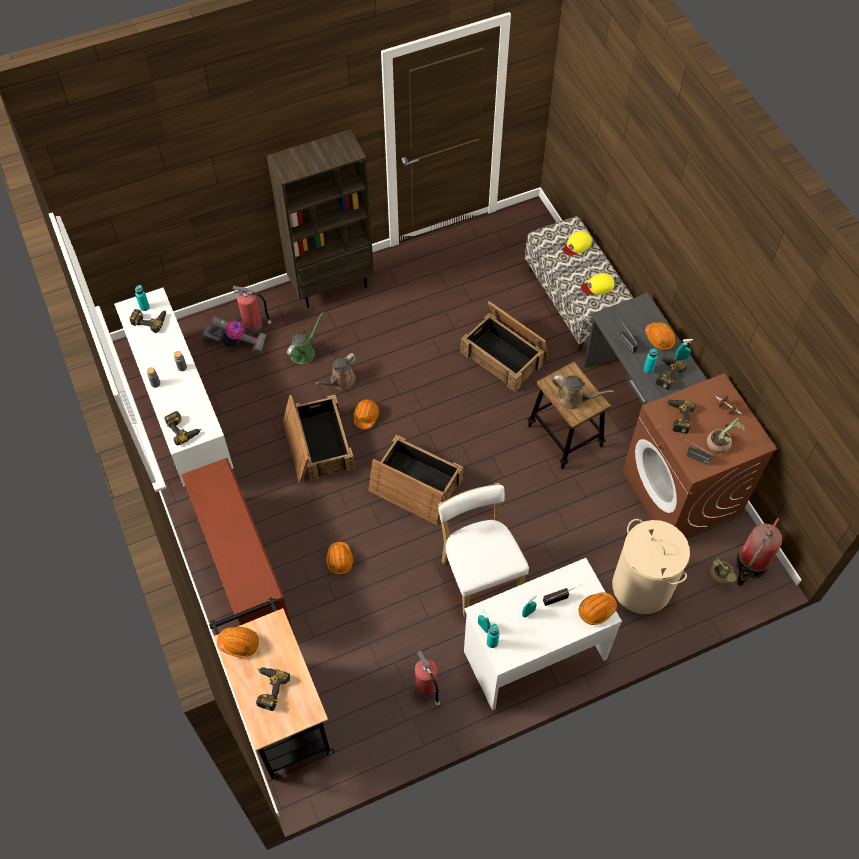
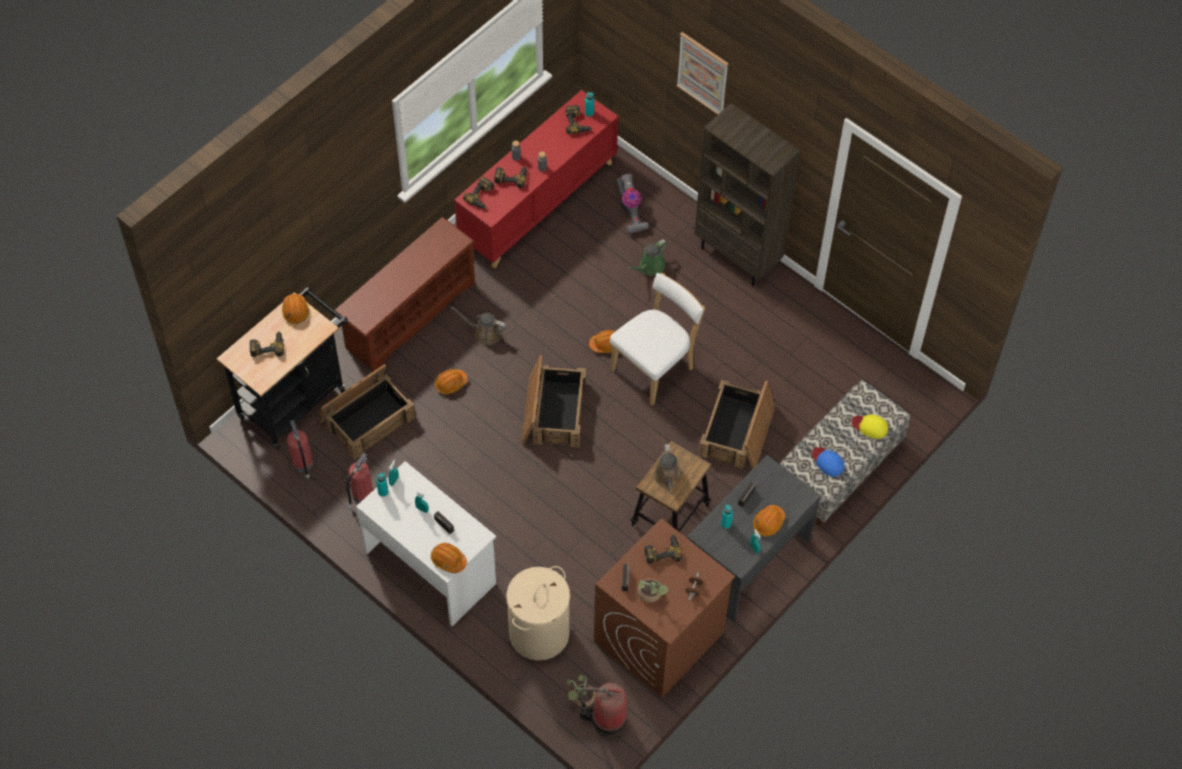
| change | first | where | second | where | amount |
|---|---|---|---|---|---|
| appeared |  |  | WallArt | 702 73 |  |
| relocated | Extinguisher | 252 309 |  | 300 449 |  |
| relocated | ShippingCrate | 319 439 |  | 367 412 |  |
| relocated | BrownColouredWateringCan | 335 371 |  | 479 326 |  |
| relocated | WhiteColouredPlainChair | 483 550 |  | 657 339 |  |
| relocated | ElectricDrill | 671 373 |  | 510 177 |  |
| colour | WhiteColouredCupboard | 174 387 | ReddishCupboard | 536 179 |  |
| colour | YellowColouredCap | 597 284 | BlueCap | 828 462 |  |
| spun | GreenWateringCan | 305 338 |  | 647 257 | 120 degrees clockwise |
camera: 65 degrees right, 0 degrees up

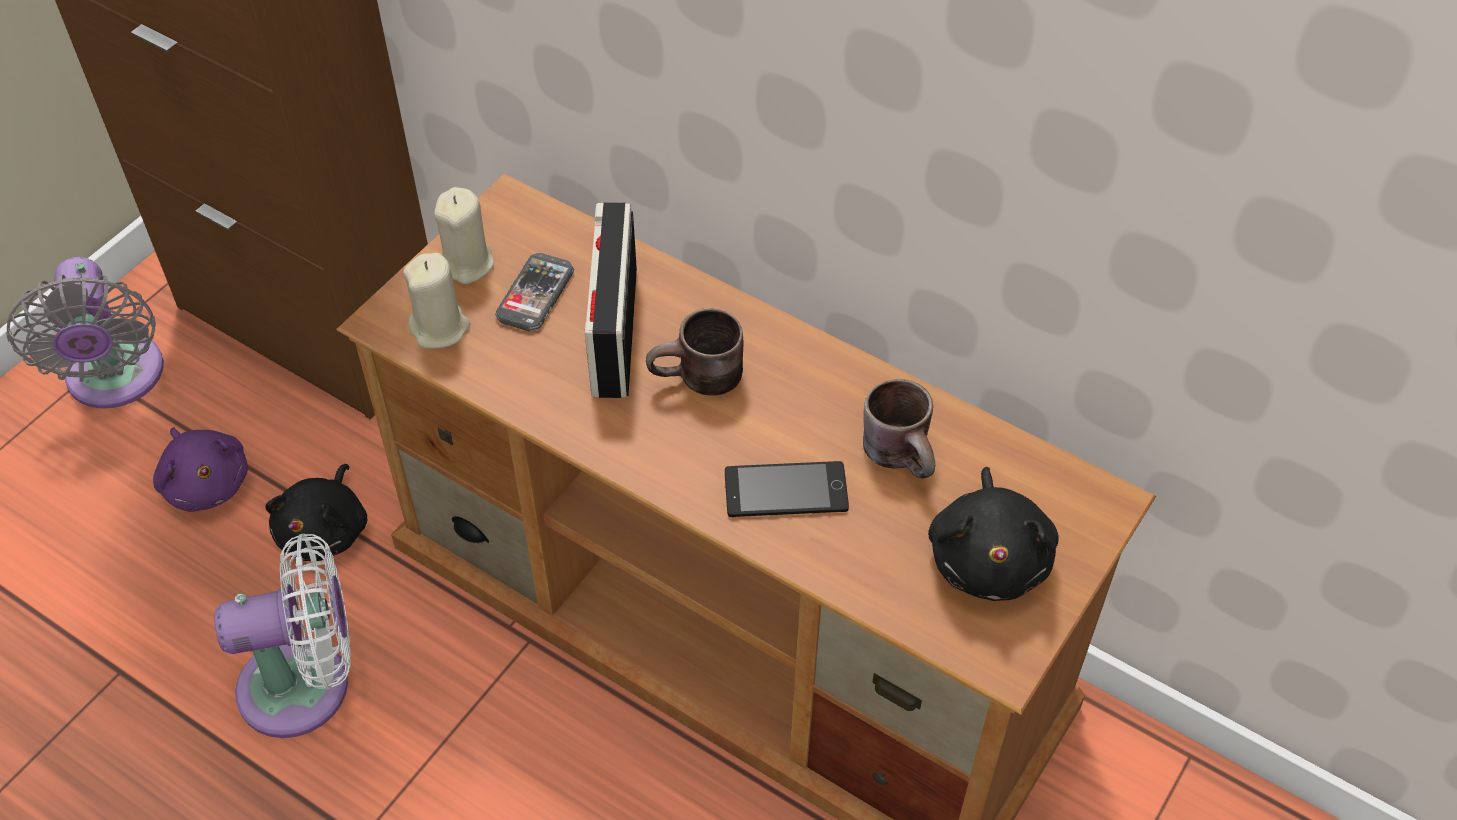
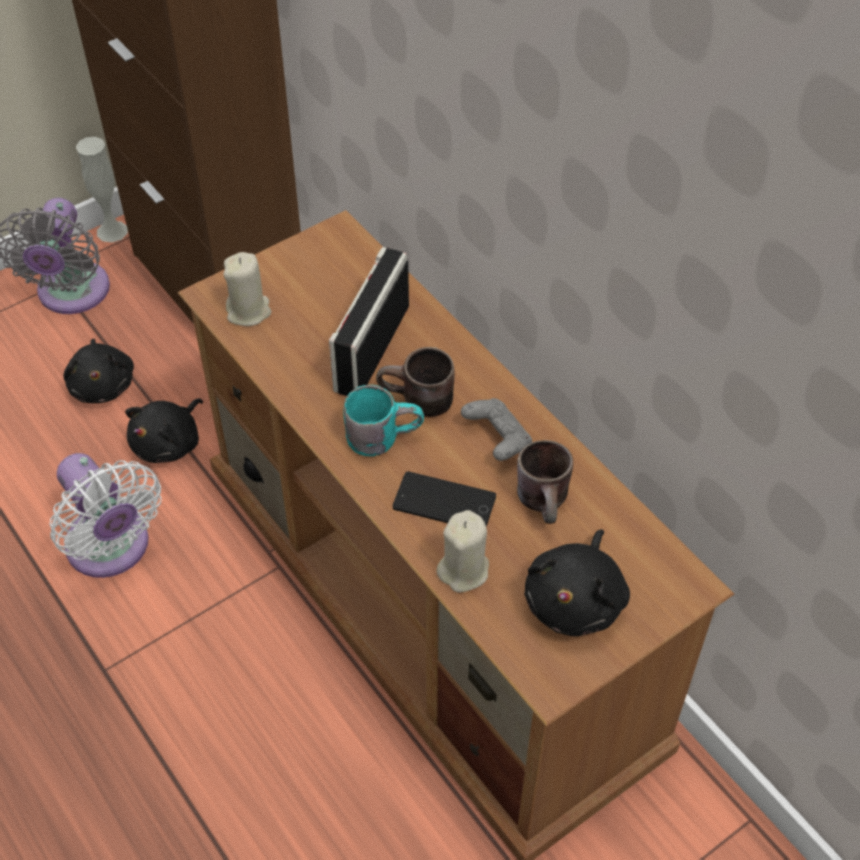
| change | first | where | second | where | amount |
|---|---|---|---|---|---|
| missing | Handset | 534 292 |  |  |  |
| appeared |  |  | WhiteColouredFlowerVase | 102 189 |  |
| appeared |  |  | TurquoiseMug | 383 420 |  |
| appeared |  |  | GrayJoypad | 496 429 |  |
| relocated | BeigeWaxCandle | 464 235 |  | 462 551 |  |
| colour | PurpleColouredPlushToy | 200 469 | BlackPlushToy | 99 371 |  |
| spun | WhiteColouredFan | 282 635 |  | 106 515 | 45 degrees clockwise |
camera: 20 degrees right, 0 degrees up

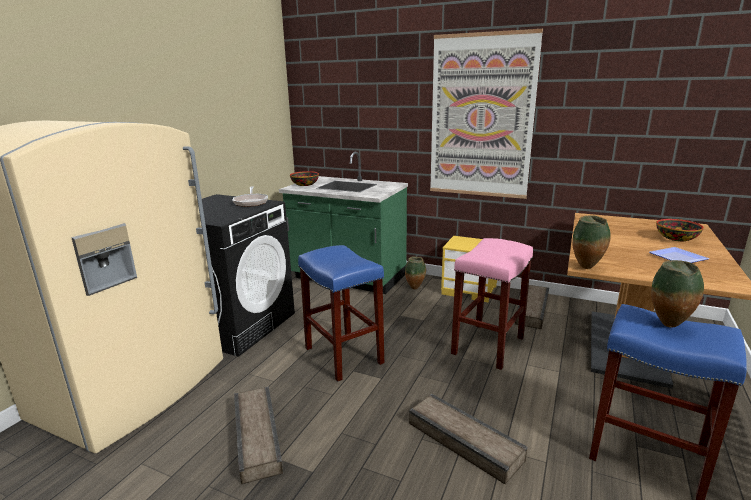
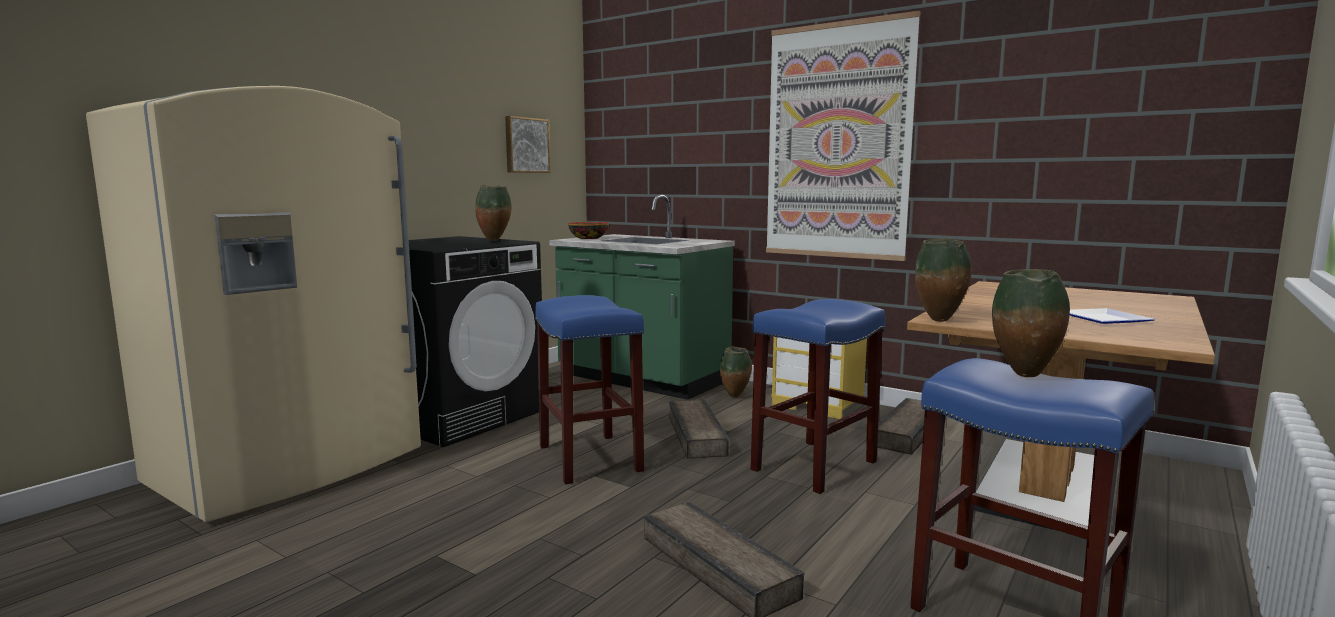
| change | first | where | second | where | amount |
|---|---|---|---|---|---|
| missing | Bowl | 680 230 |  |  |  |
| appeared |  |  | WallArt | 528 144 |  |
| relocated | ShippingCrate | 258 435 |  | 699 429 |  |
| exchanged | FryingPan | 250 196 | FlowerVase | 493 213 |  |
| colour | PinkStool | 492 304 | BlueStool | 818 396 |  |
camera: 10 degrees right, 10 degrees down

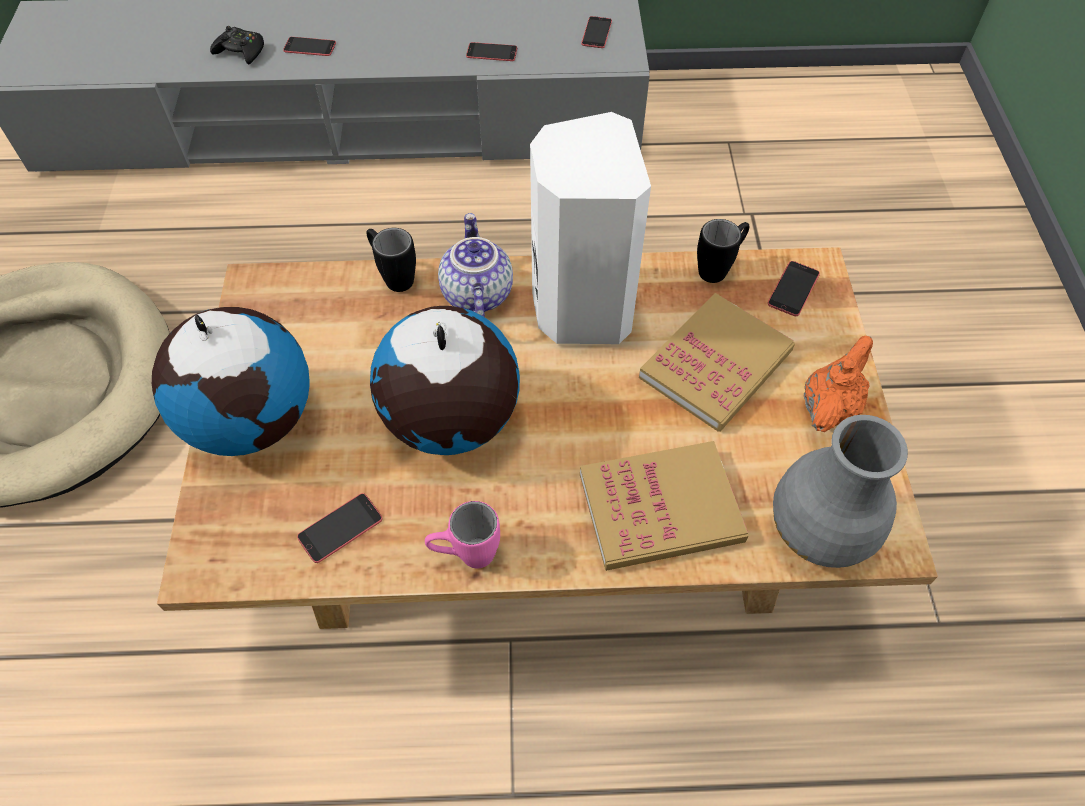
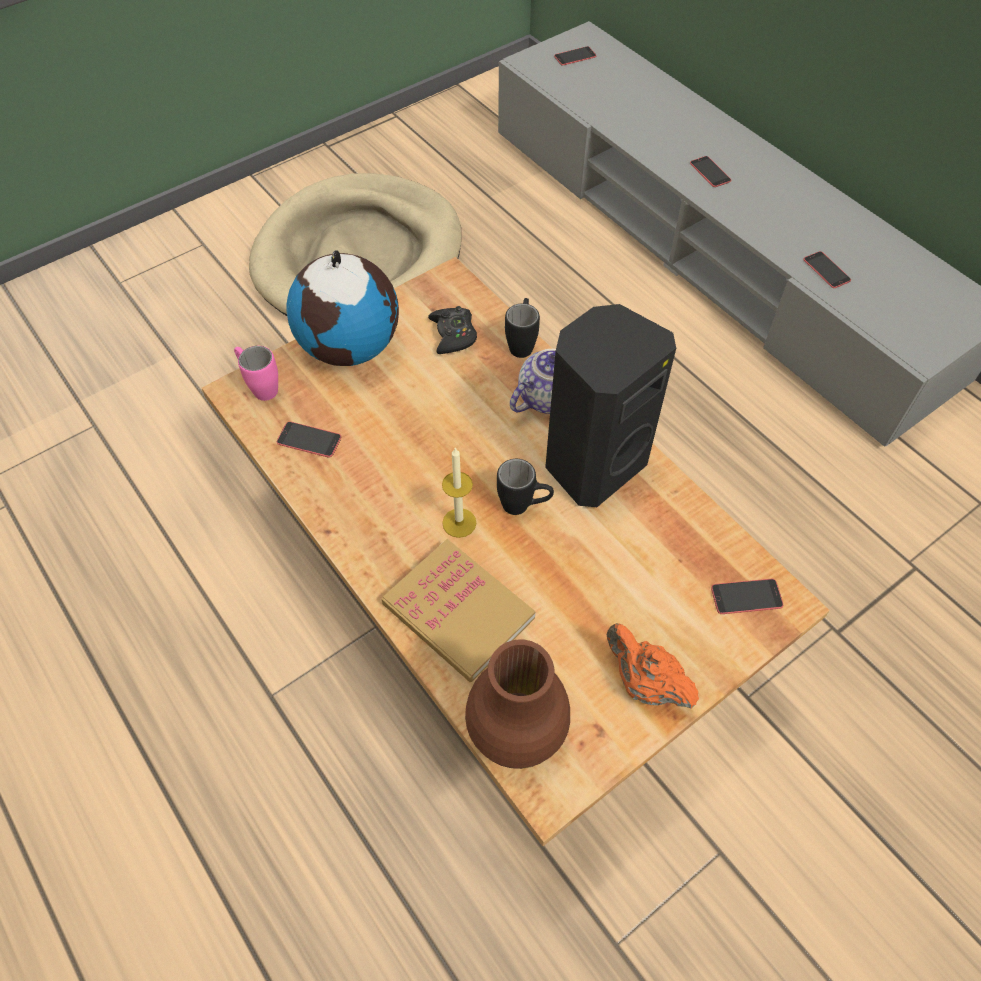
| change | first | where | second | where | amount |
|---|---|---|---|---|---|
| missing | WorldGlobe | 445 380 |  |  |  |
| missing | BoundBook | 717 362 |  |  |  |
| appeared |  |  | WaxCandle | 459 493 |  |
| relocated | BlackJoypad | 237 45 |  | 452 330 |  |
| relocated | PinkMug | 462 535 |  | 256 373 |  |
| relocated | Handset | 596 32 |  | 575 56 |  |
| relocated | BlackMug | 723 251 |  | 525 487 |  |
| colour | WhiteColouredSpeaker | 590 228 | BlackSpeaker | 610 405 |  |
| colour | GrayFlowerVase | 840 491 | BrownColouredFlowerVase | 517 704 |  |
| spun | OrangePotForTea | 838 384 |  | 652 666 | 135 degrees counterclockwise |
camera: 55 degrees right, 0 degrees up

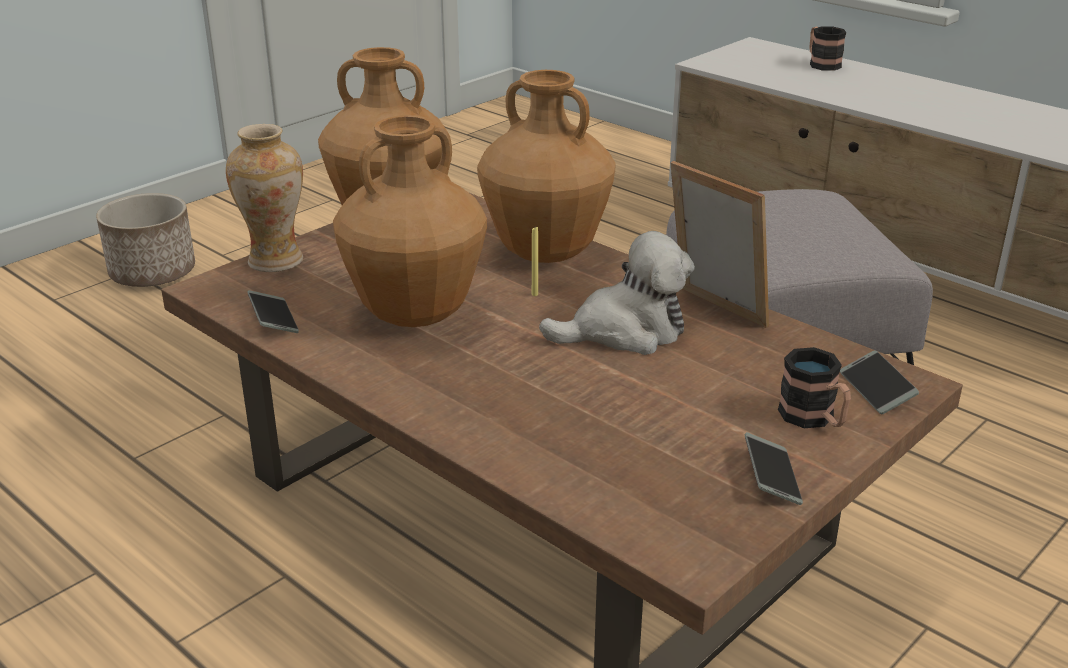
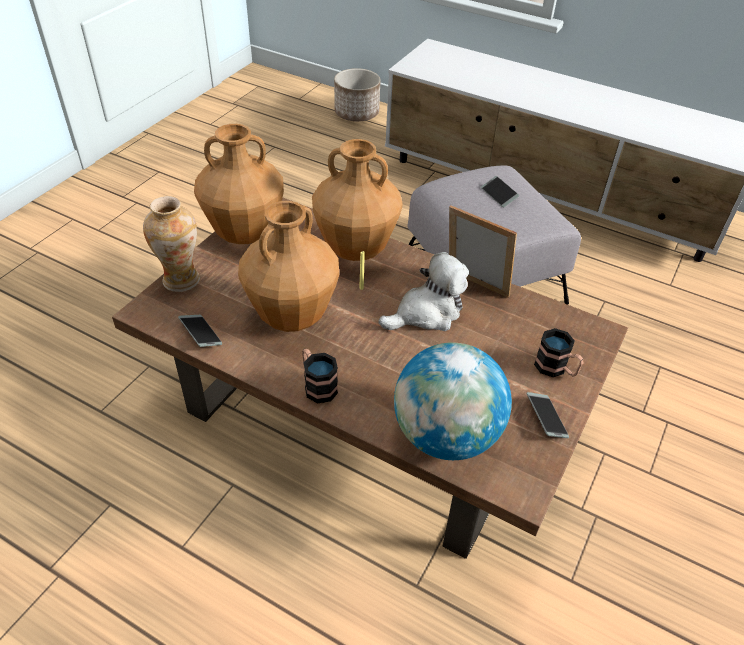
| change | first | where | second | where | amount |
|---|---|---|---|---|---|
| appeared |  |  | WorldGlobe | 453 401 |  |
| relocated | FlowerPot | 145 240 |  | 357 94 |  |
| relocated | Mug | 827 49 |  | 320 375 |  |
| relocated | Handset | 879 382 |  | 500 191 |  |
camera: 15 degrees left, 15 degrees up

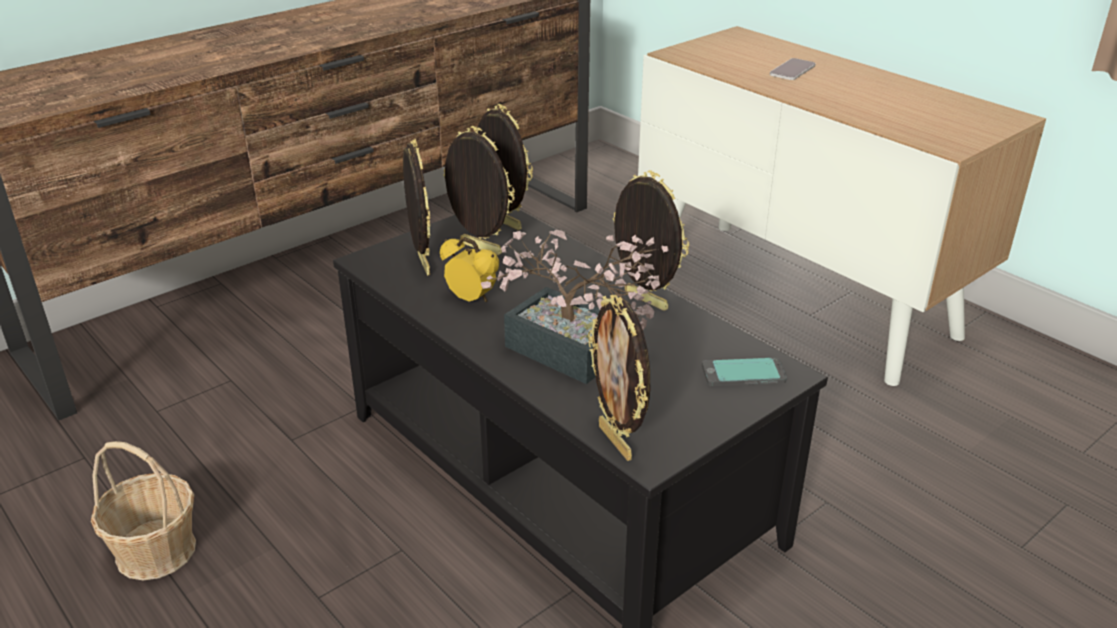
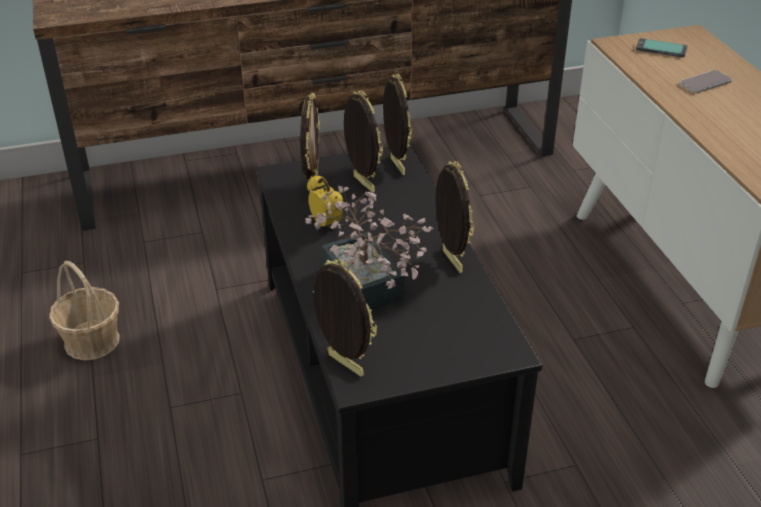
| change | first | where | second | where | amount |
|---|---|---|---|---|---|
| relocated | Handset | 744 371 |  | 662 47 |  |
| spun | PhotoFrame | 619 378 |  | 345 318 | 135 degrees clockwise |
camera: 25 degrees right, 5 degrees up

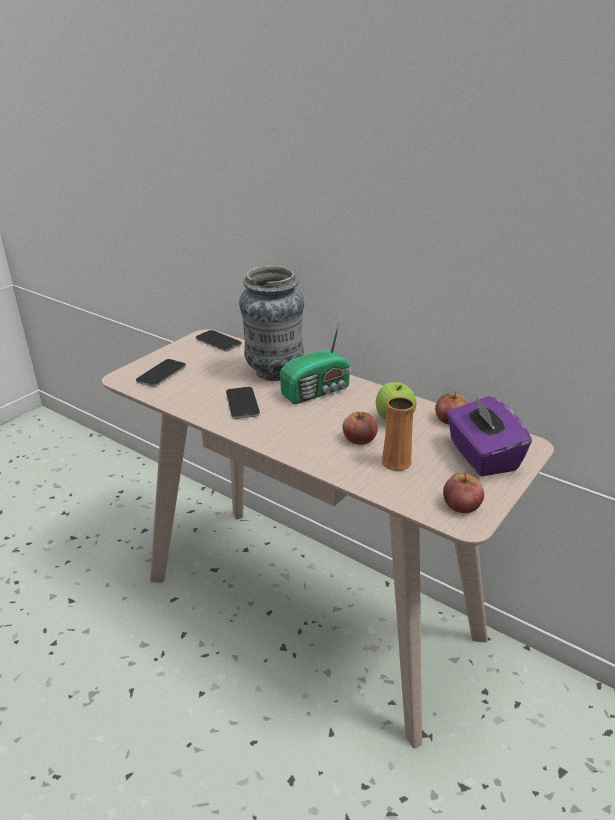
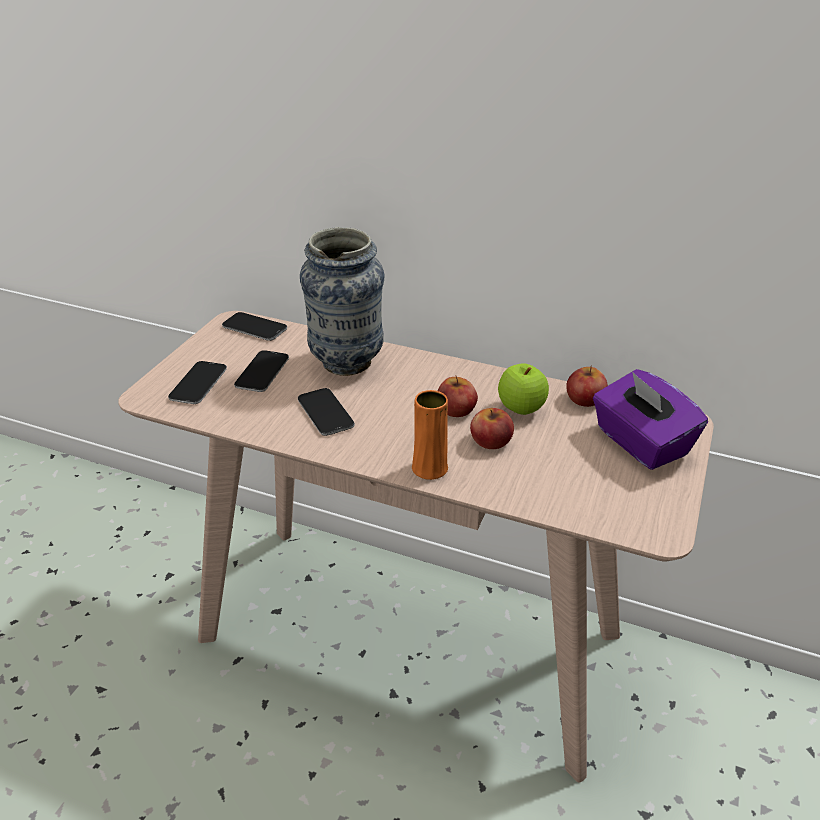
| change | first | where | second | where | amount |
|---|---|---|---|---|---|
| missing | RadioReceiver | 315 360 |  |  |  |
| appeared |  |  | Handset | 261 371 |  |
| relocated | OrangeFlowerVase | 398 434 |  | 430 435 |  |
| relocated | AppleFruit | 463 492 |  | 458 396 |  |
camera: 15 degrees left, 5 degrees up

